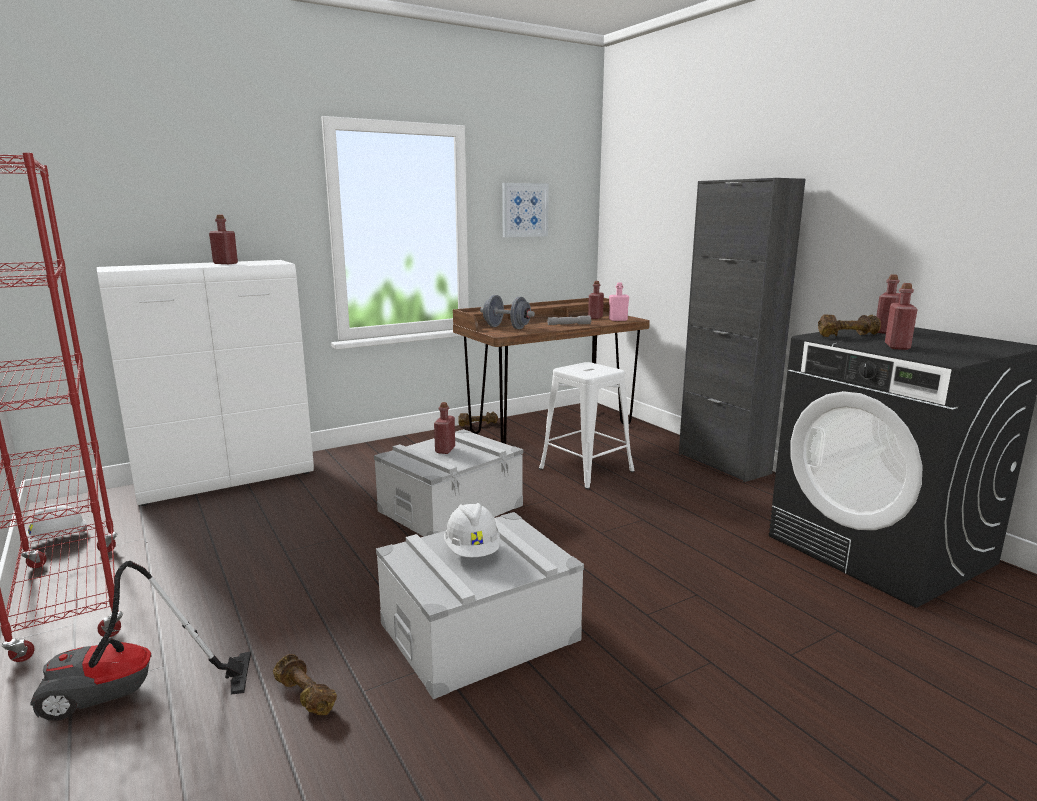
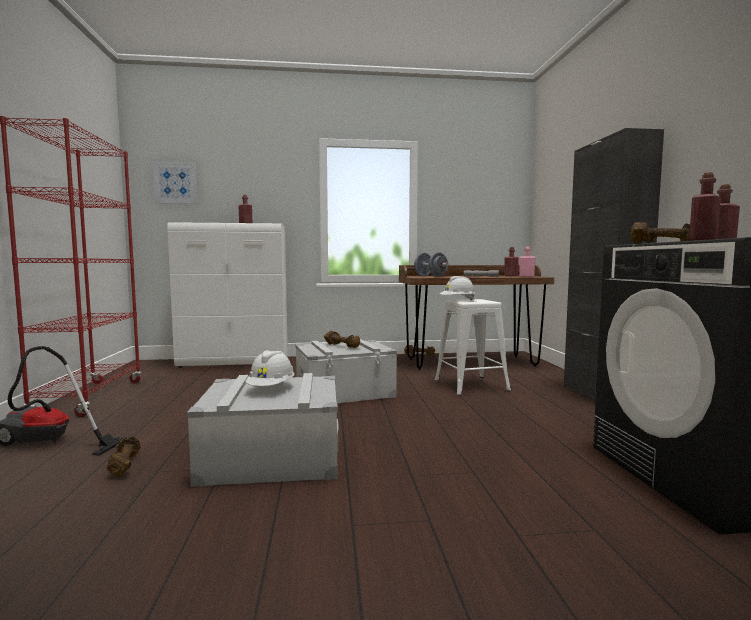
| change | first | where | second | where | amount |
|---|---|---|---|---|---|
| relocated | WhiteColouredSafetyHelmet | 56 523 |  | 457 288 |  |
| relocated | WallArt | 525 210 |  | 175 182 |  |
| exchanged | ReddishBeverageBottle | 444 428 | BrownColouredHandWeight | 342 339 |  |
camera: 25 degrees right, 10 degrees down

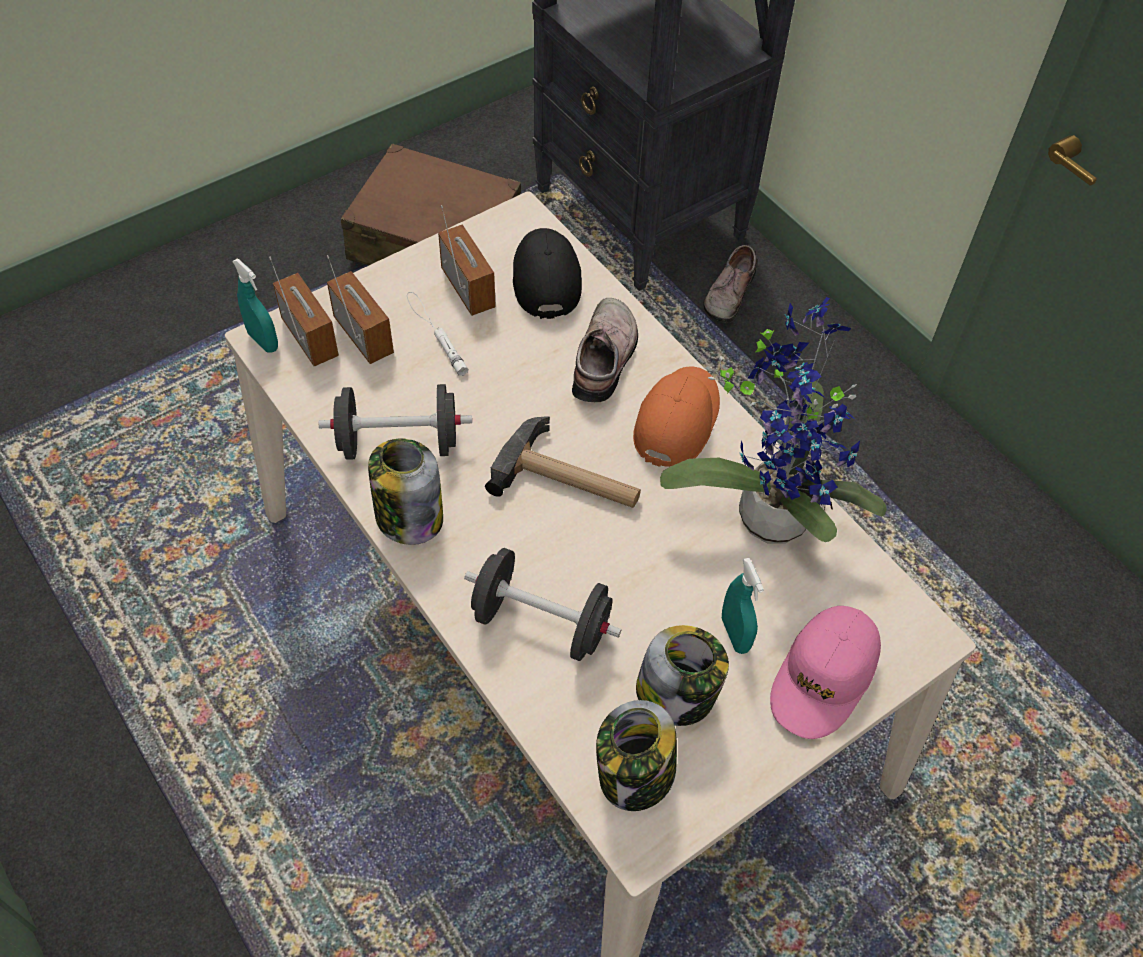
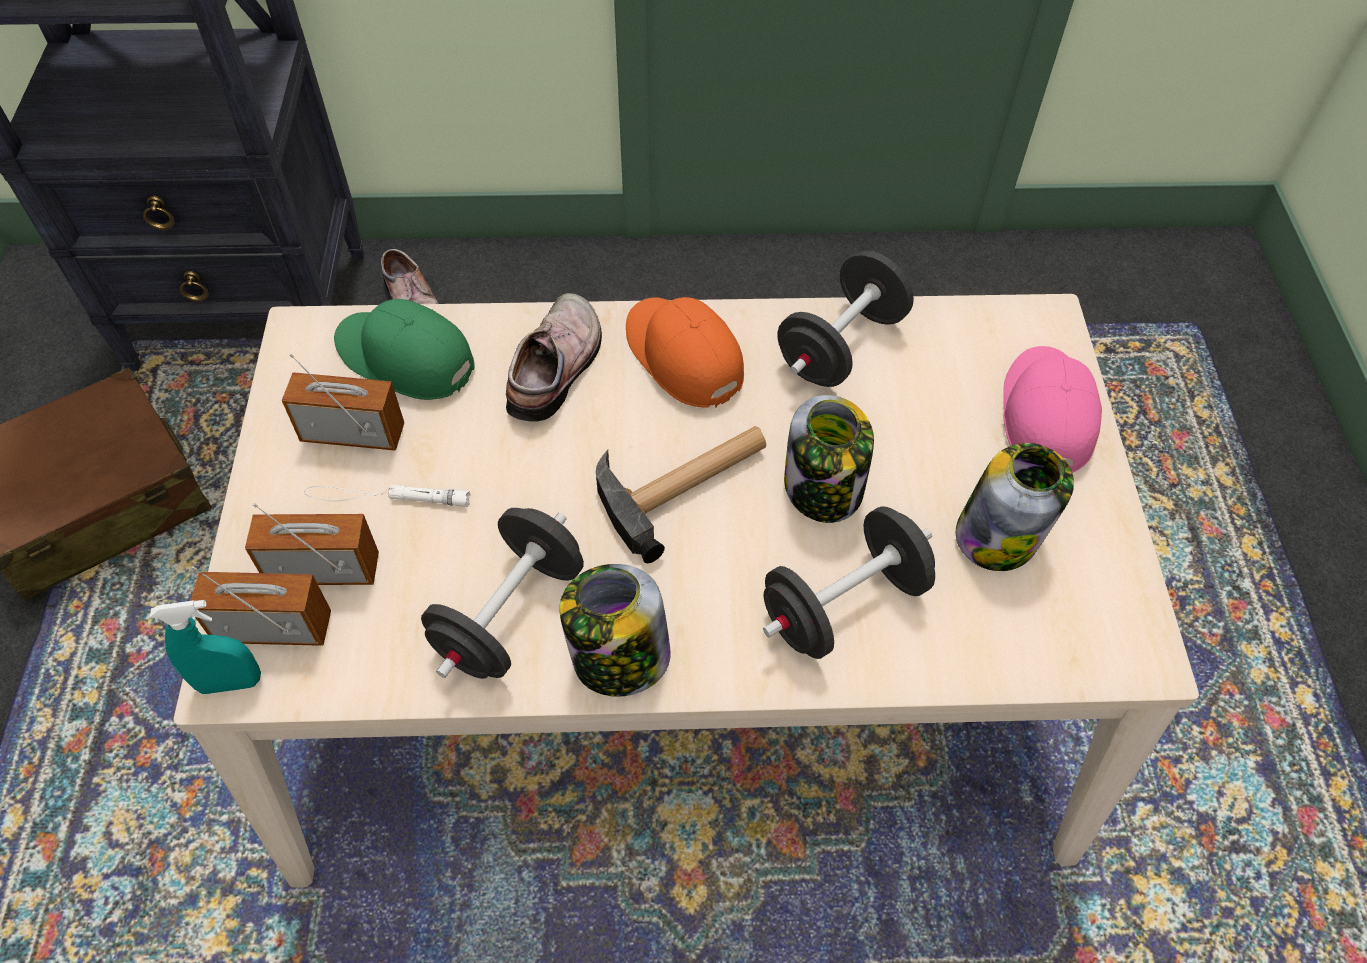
| change | first | where | second | where | amount |
|---|---|---|---|---|---|
| missing | TurquoiseSprayBottle | 743 606 |  |  |  |
| relocated | Jar | 636 755 |  | 829 459 |  |
| exchanged | PottedPlant | 773 420 | BlackHandWeight | 846 319 |  |
| colour | BlackCap | 547 273 | GreenCap | 404 349 |  |
| spun | LowShoe | 605 350 |  | 554 357 | 60 degrees clockwise |
| spun | PinkCap | 825 672 |  | 1052 409 | 150 degrees counterclockwise |
camera: 55 degrees left, 0 degrees up

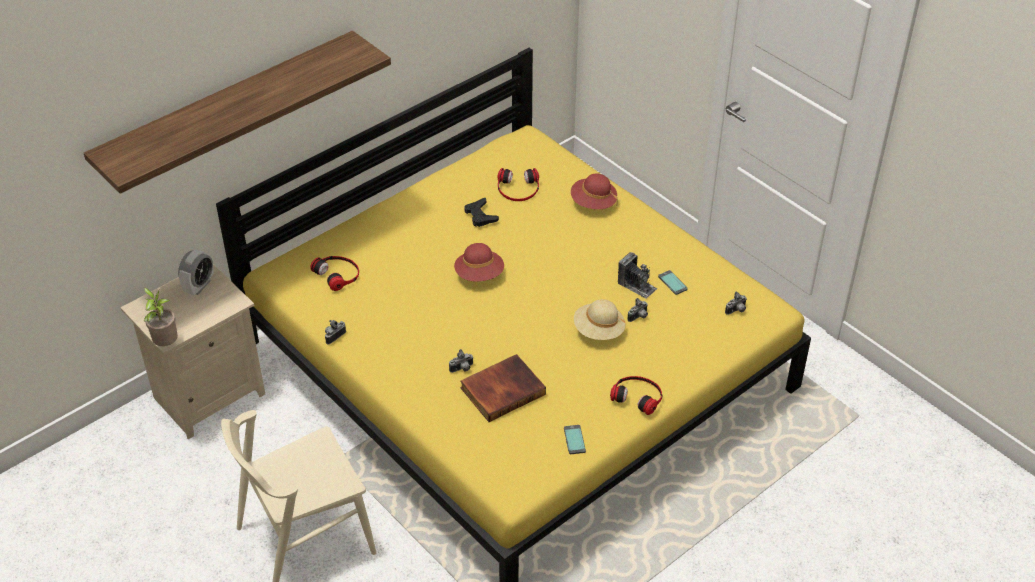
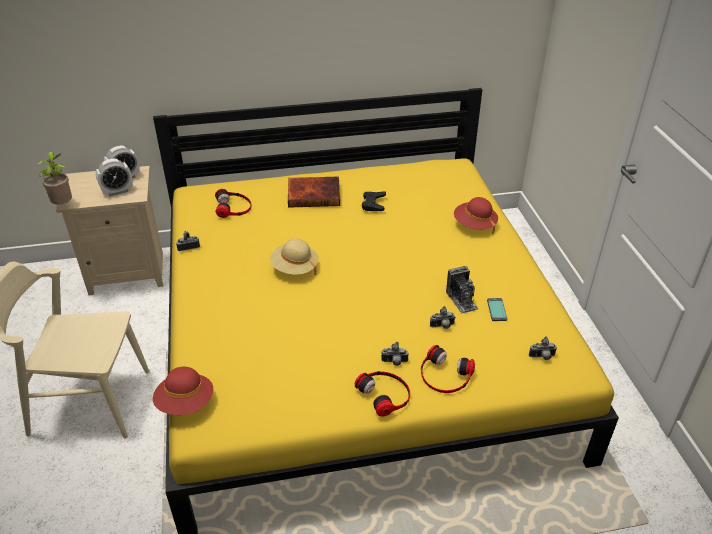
| change | first | where | second | where | amount |
|---|---|---|---|---|---|
| missing | Shelf | 237 112 |  |  |  |
| missing | Handset | 575 439 |  |  |  |
| appeared |  |  | BedsideClock | 114 177 |  |
| relocated | PhotoCamera | 461 361 |  | 395 354 |  |
| relocated | ReddishClothingHat | 479 262 |  | 183 391 |  |
| relocated | BoundBook | 503 388 |  | 314 192 |  |
| relocated | Headphones | 518 184 |  | 448 369 |  |
| relocated | BeigeClothingHat | 599 319 |  | 294 256 |  |
camera: 30 degrees right, 5 degrees down

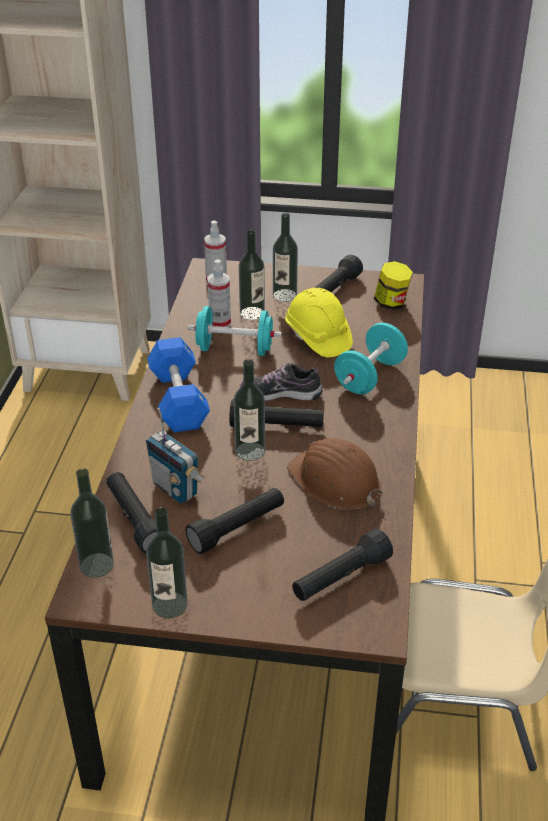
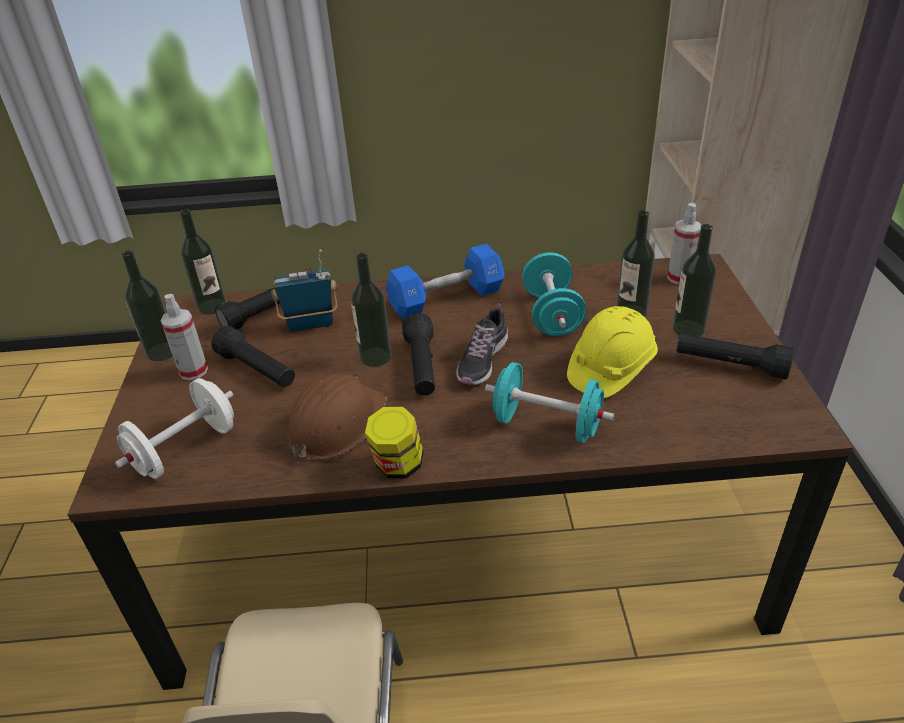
| change | first | where | second | where | amount |
|---|---|---|---|---|---|
| relocated | SprayBottle | 219 293 |  | 184 337 |  |
| relocated | Jar | 393 285 |  | 394 442 |  |
| exchanged | BlackTorch | 342 565 | WhiteColouredHandWeight | 174 428 |  |
| spun | RadioReceiver | 175 456 |  | 304 291 | 45 degrees clockwise |
| spun | LowShoe | 281 382 |  | 482 344 | 150 degrees counterclockwise |
camera: 80 degrees right, 0 degrees up

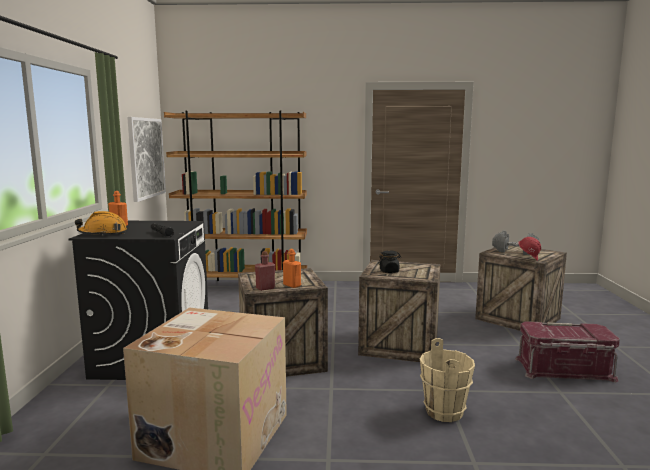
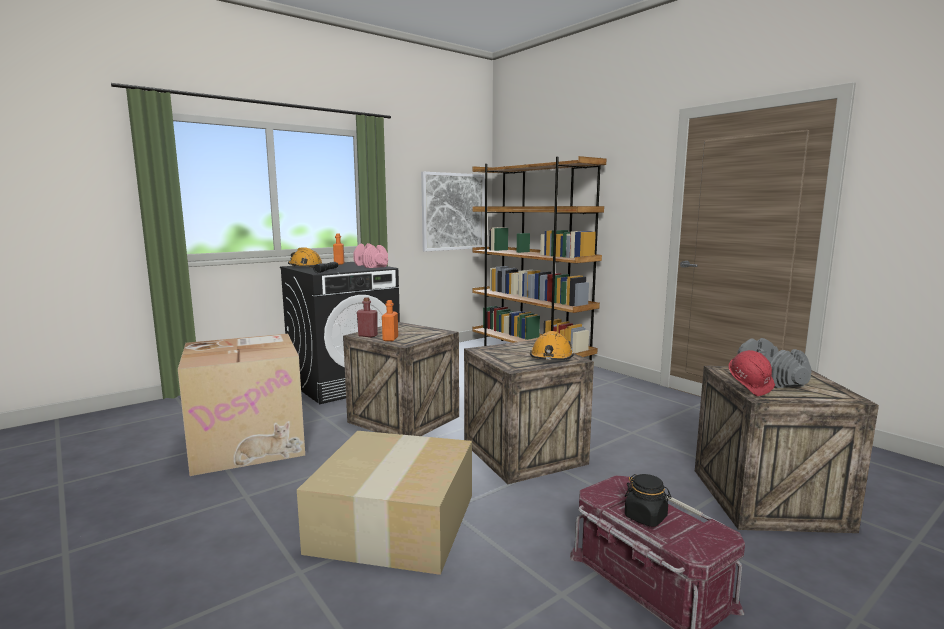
| change | first | where | second | where | amount |
|---|---|---|---|---|---|
| appeared |  |  | PinkHandWeight | 370 255 |  |
| appeared |  |  | OrangeSafetyHelmet | 552 345 |  |
| relocated | BlackJar | 389 261 |  | 648 500 |  |
| exchanged | BeigeWaterBucket | 447 380 | PackingBox | 384 503 |  |
camera: 50 degrees right, 0 degrees up

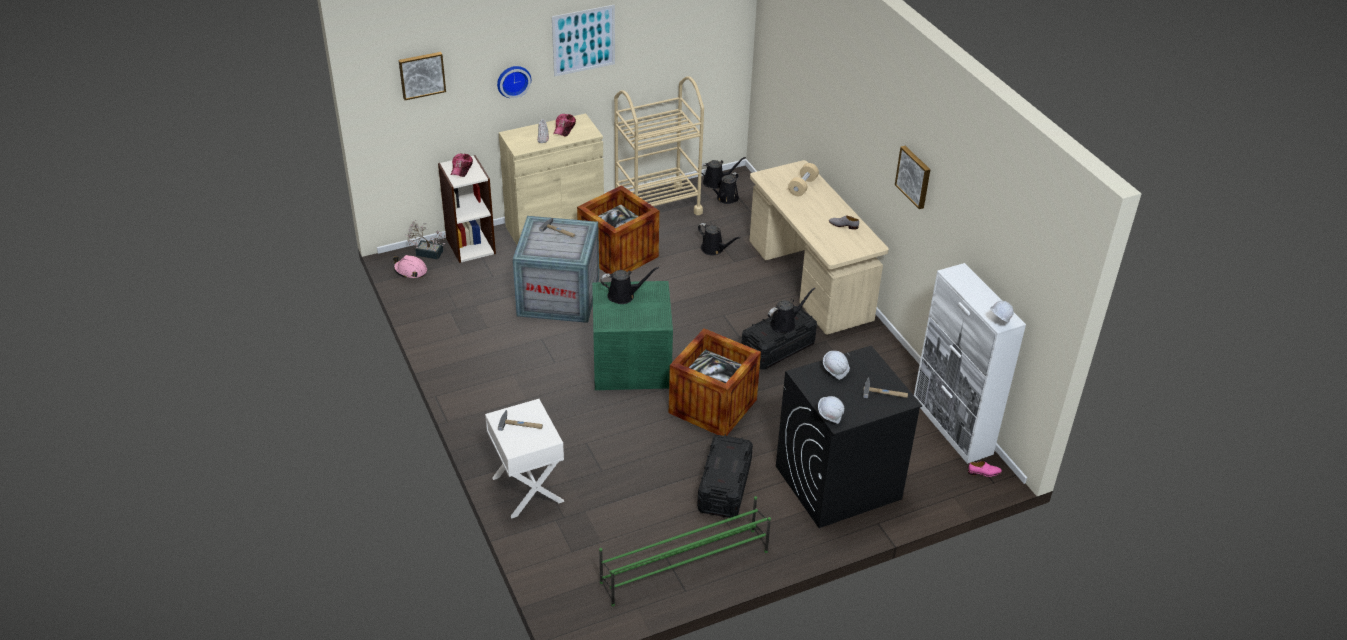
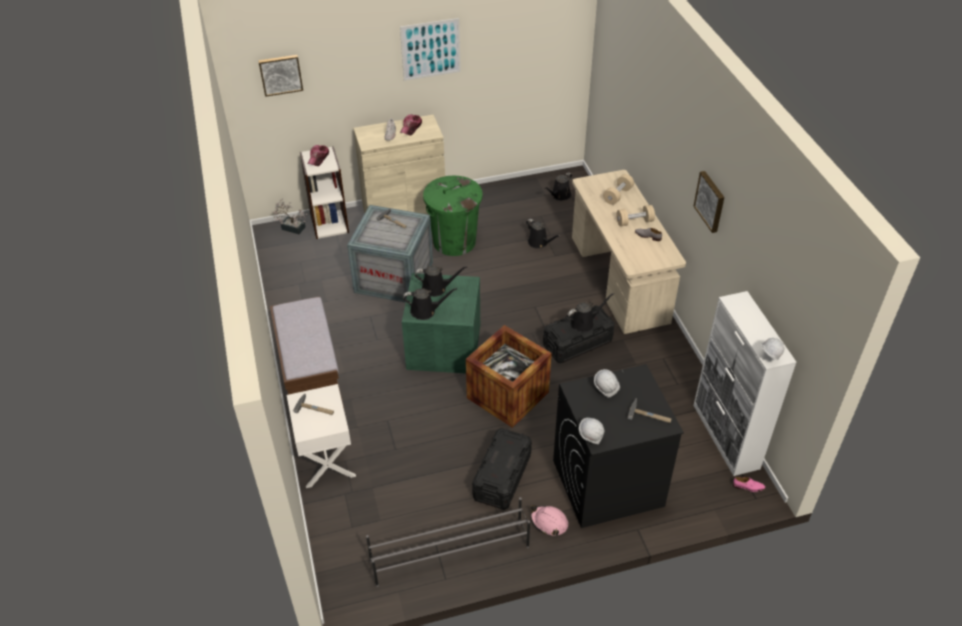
| change | first | where | second | where | amount |
|---|---|---|---|---|---|
| missing | ClockOnTheWall | 514 82 |  |  |  |
| missing | BeigeWheeledCart | 659 145 |  |  |  |
| appeared |  |  | BrownColouredIndoorBench | 307 352 |  |
| appeared |  |  | BeigeHandWeight | 635 215 |  |
| relocated | PinkSafetyHelmet | 410 266 |  | 549 520 |  |
| relocated | BlackWateringCan | 724 173 |  | 430 304 |  |
| exchanged | ShippingCrate | 618 229 | GreenRubbishBin | 453 215 |  |
| colour | GreenShoeShelf | 685 551 | GrayShoeShelf | 448 542 |  |
camera: 10 degrees right, 5 degrees up

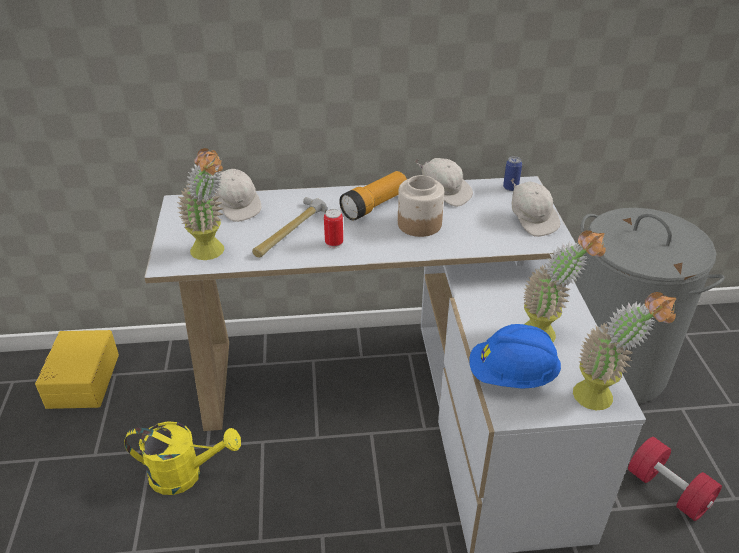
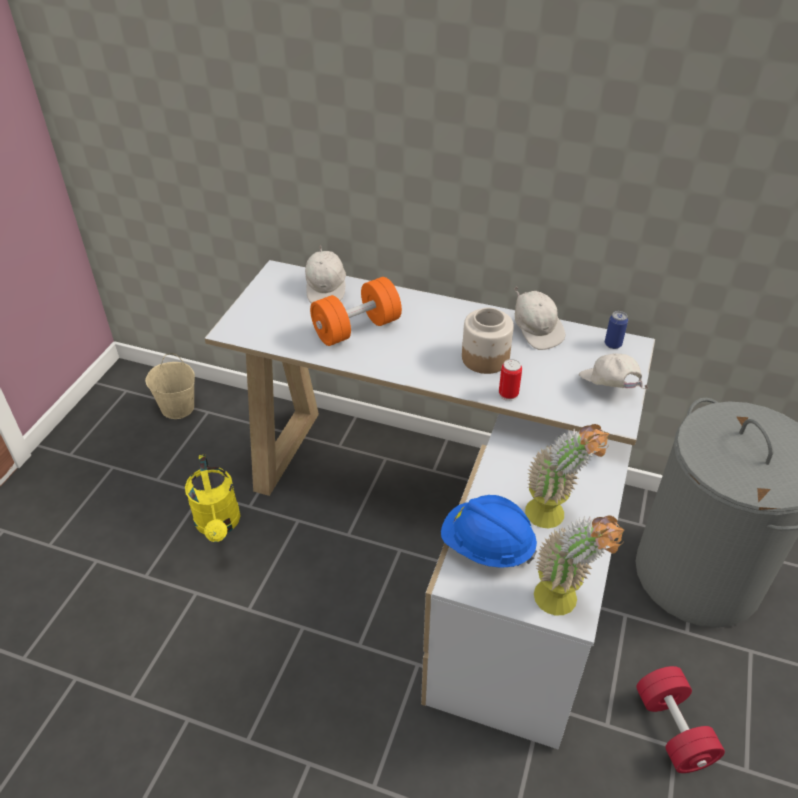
| change | first | where | second | where | amount |
|---|---|---|---|---|---|
| missing | PottedPlant | 200 204 |  |  |  |
| missing | Torch | 373 195 |  |  |  |
| relocated | MetalCan | 333 228 |  | 510 380 |  |
| exchanged | YellowColouredStorageContainer | 77 369 | BeigeWaterBucket | 170 386 |  |
| exchanged | Hammer | 289 227 | OrangeHandWeight | 356 311 |  |
| spun | YellowColouredWateringCan | 182 458 |  | 213 498 | 45 degrees clockwise |
| spun | WhiteColouredCap | 535 207 |  | 614 371 | 150 degrees clockwise |
camera: 25 degrees right, 5 degrees up

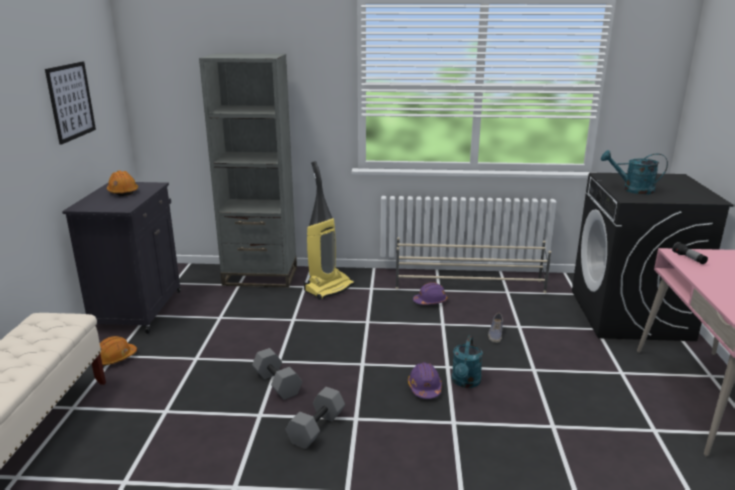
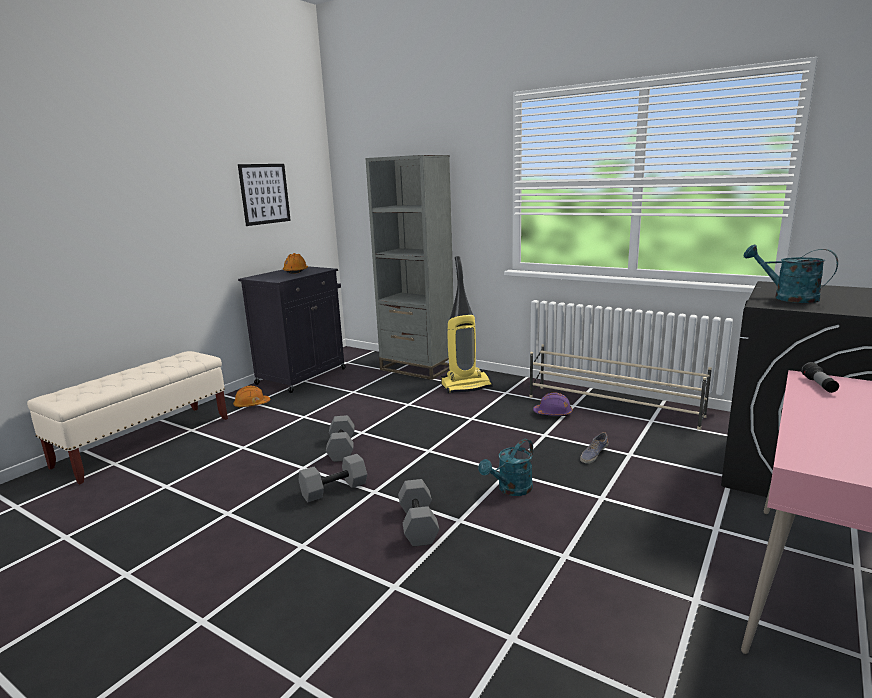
| change | first | where | second | where | amount |
|---|---|---|---|---|---|
| missing | PurpleColouredSafetyHelmet | 425 380 |  |  |  |
| appeared |  |  | GrayHandWeight | 418 513 |  |
camera: 30 degrees right, 5 degrees down

